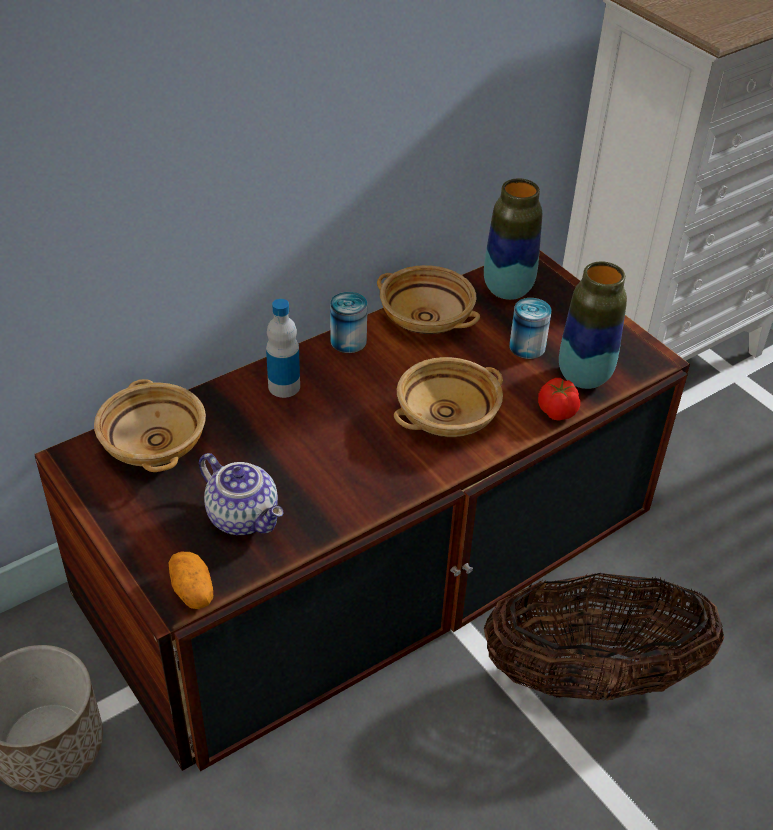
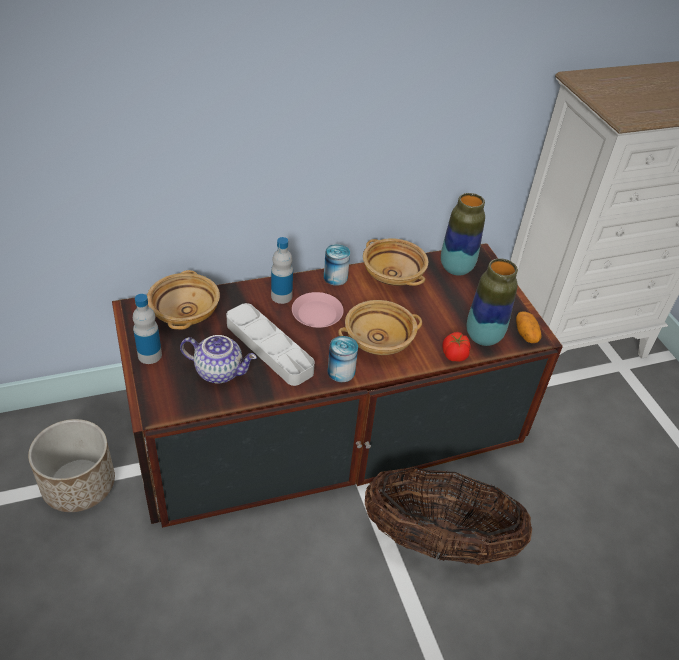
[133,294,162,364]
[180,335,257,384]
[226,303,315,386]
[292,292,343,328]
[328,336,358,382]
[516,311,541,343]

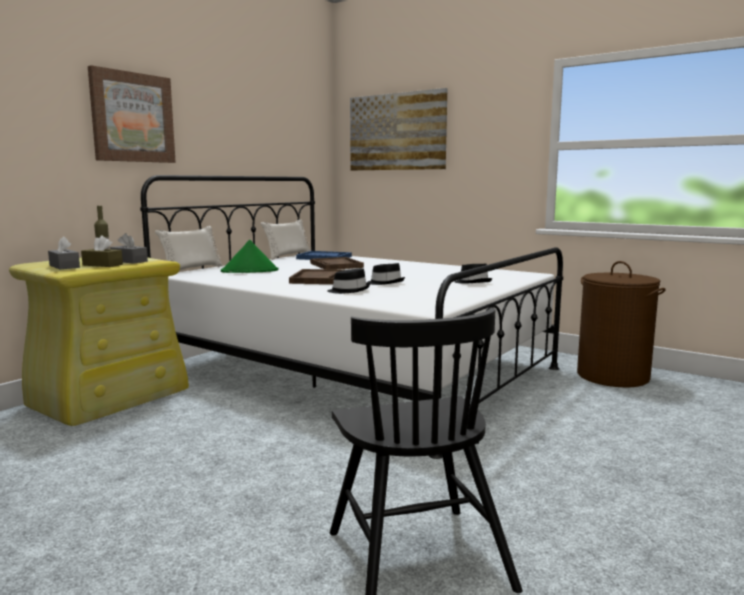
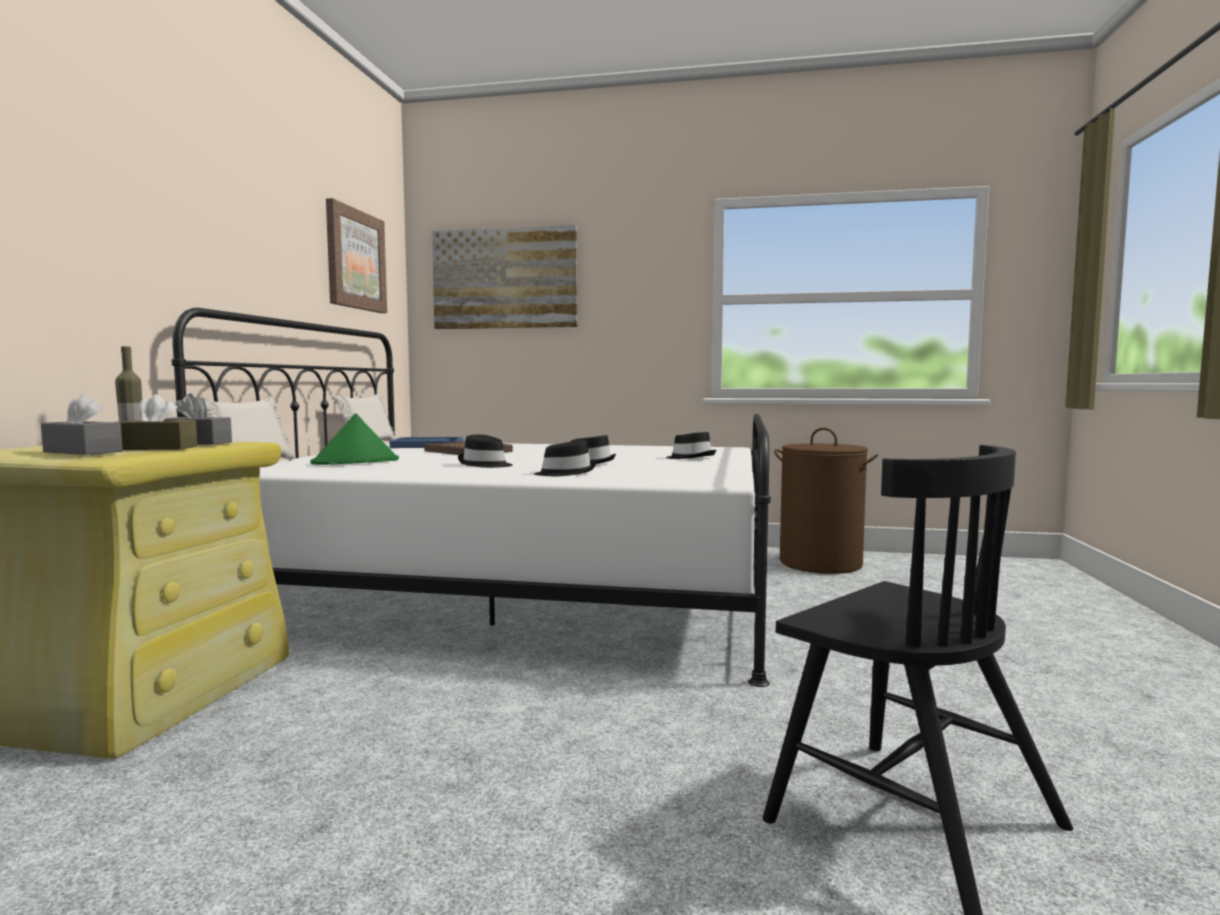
[326,198,387,313]
[458,434,513,468]

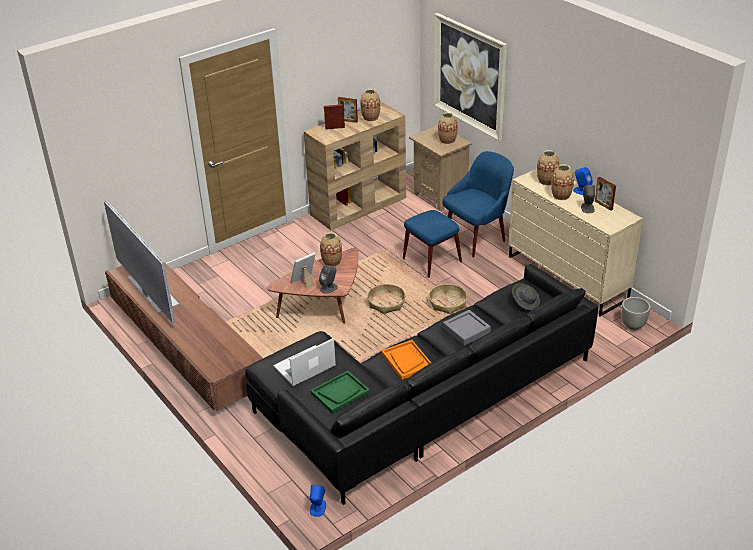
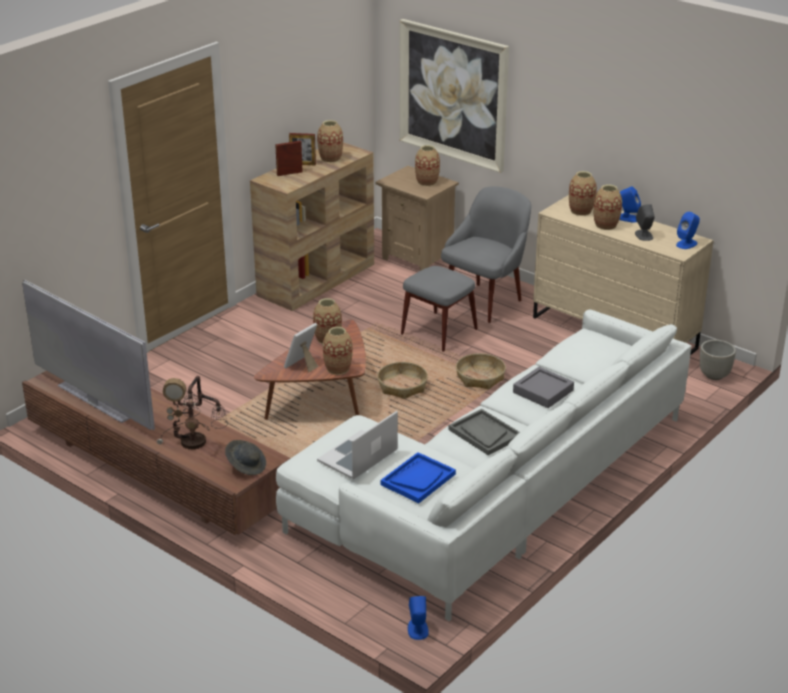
[157,376,228,450]
[225,440,266,475]
[276,310,691,621]
[323,327,353,375]
[380,452,456,503]
[401,186,531,352]
[449,409,520,455]
[676,212,700,249]
[595,177,616,211] (first image)

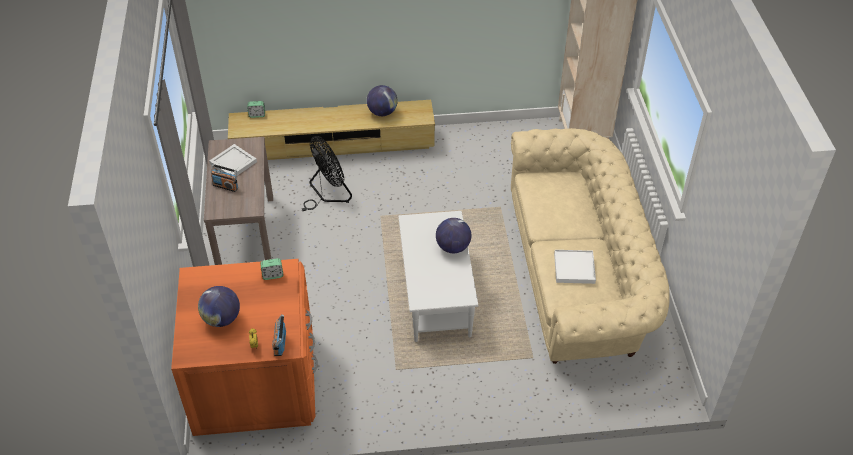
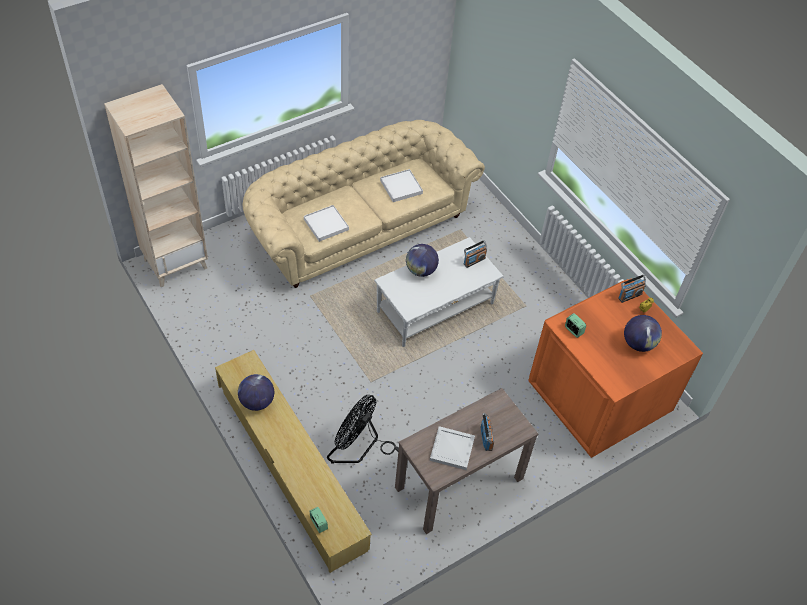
[304,205,349,242]
[464,240,487,268]

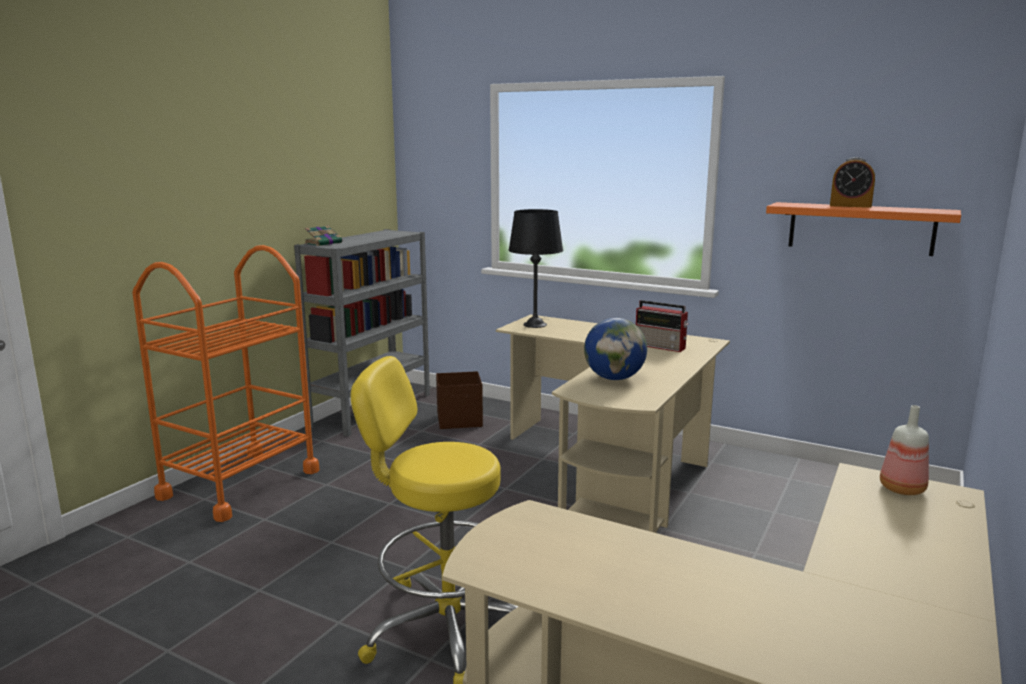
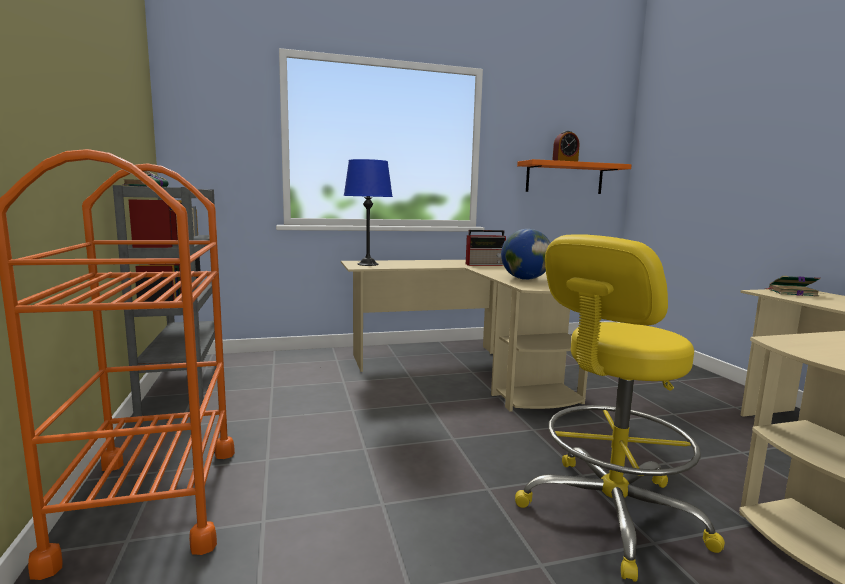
[344,159,393,266]
[764,276,821,297]
[436,371,483,429] (first image)

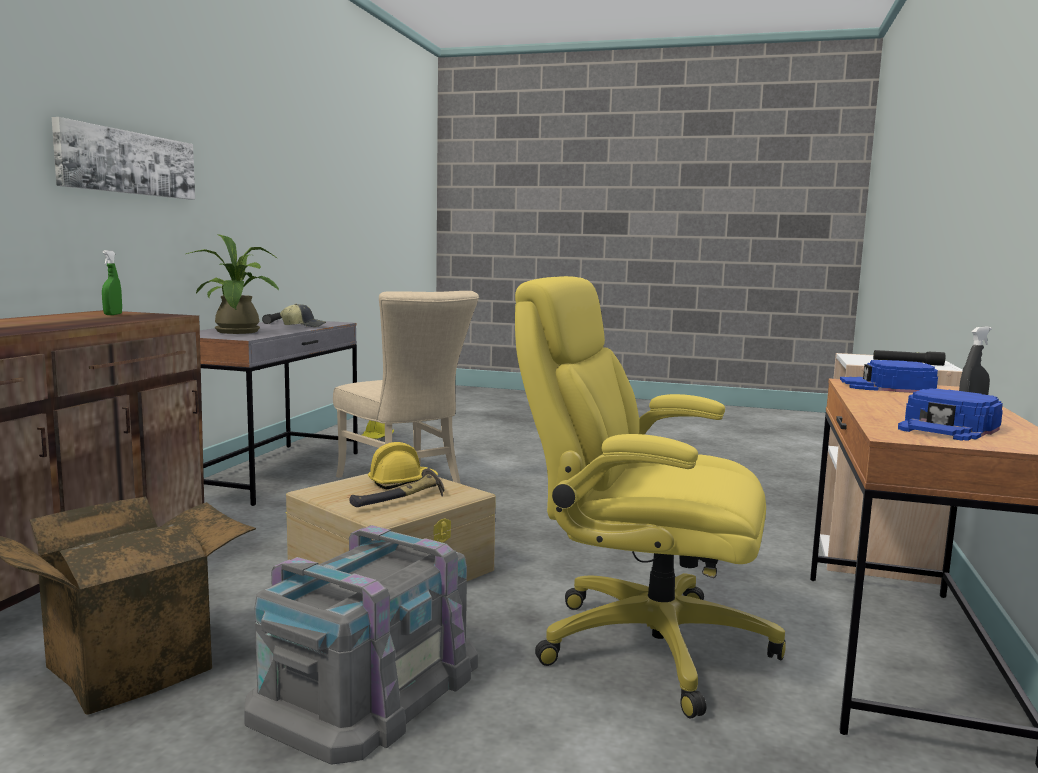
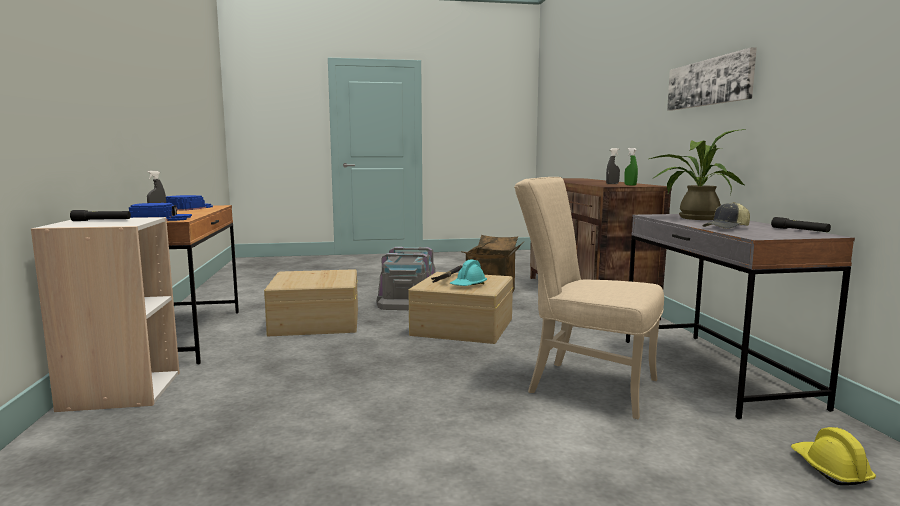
[264,269,358,336]
[450,259,487,286]
[606,148,620,184]

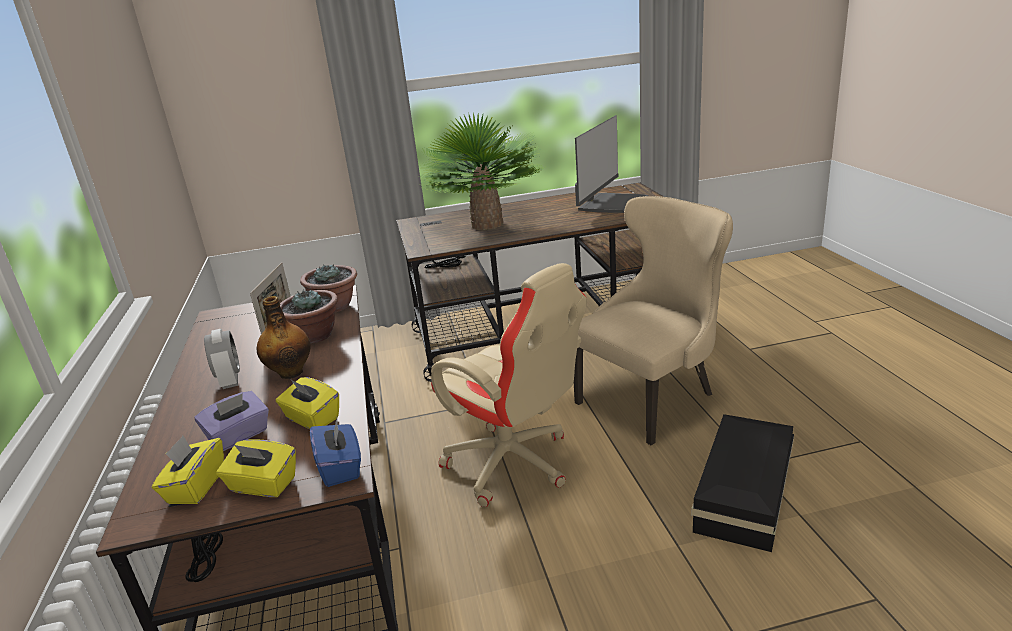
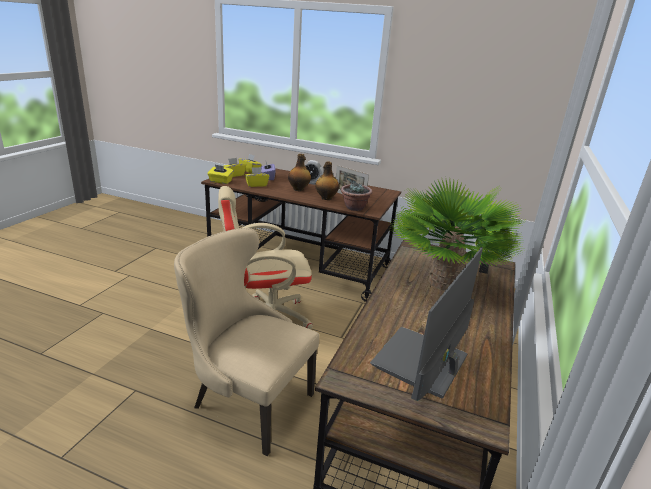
[174,228,319,456]
[207,165,234,184]
[315,161,339,200]
[370,247,483,401]
[691,414,794,552] (first image)

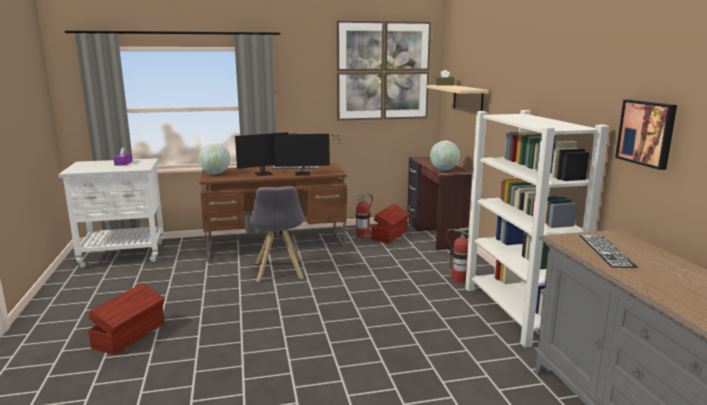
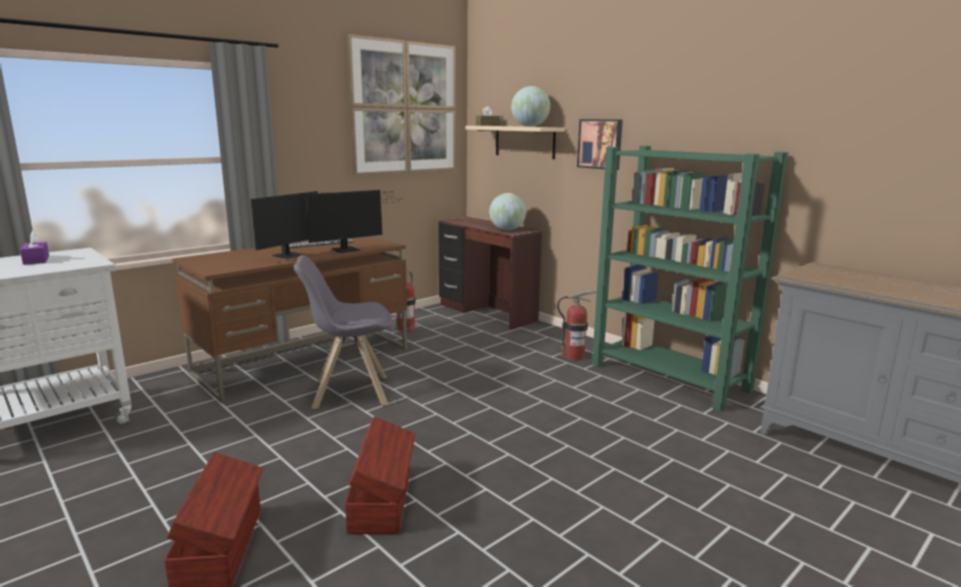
[294,255,393,410]
[345,417,416,534]
[511,86,550,127]
[577,119,623,170]
[592,146,788,412]
[579,235,638,268] (first image)

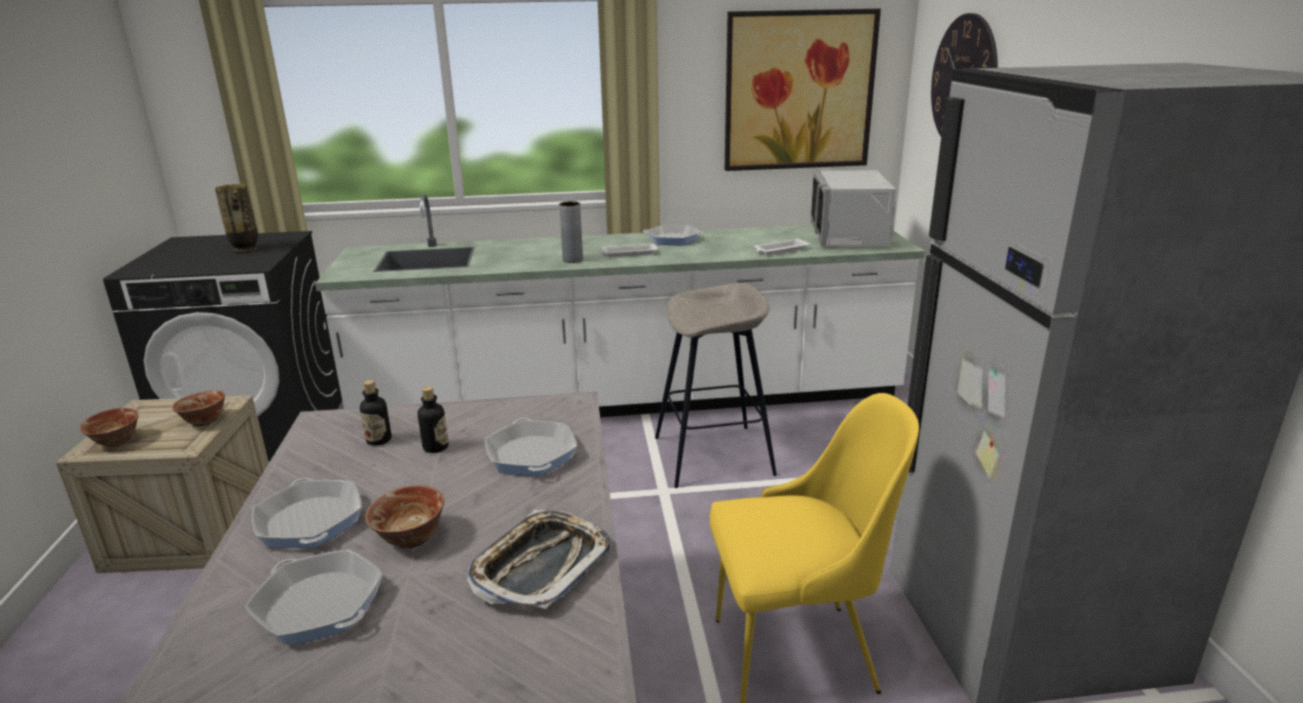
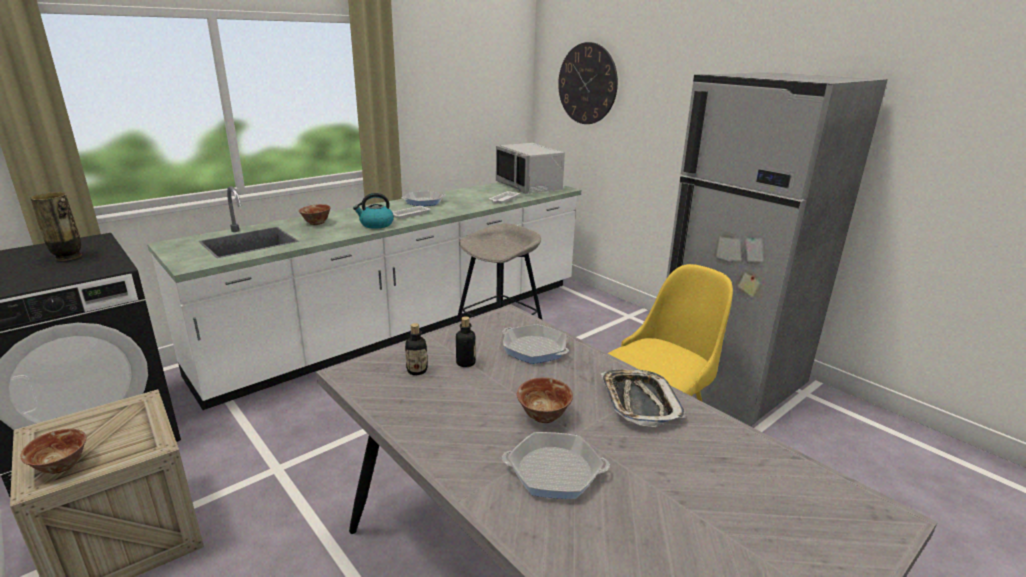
[299,204,331,225]
[353,193,394,229]
[252,478,362,548] (first image)
[725,9,881,171] (first image)

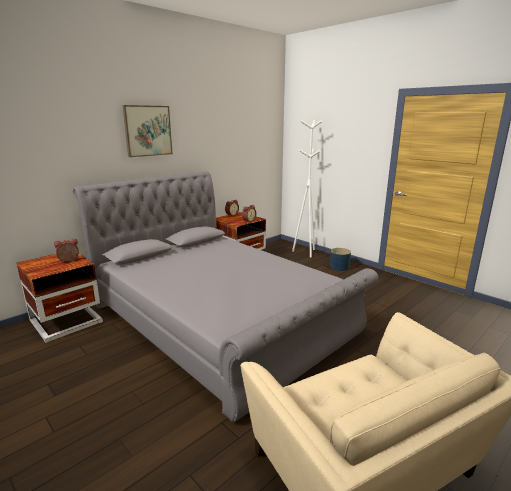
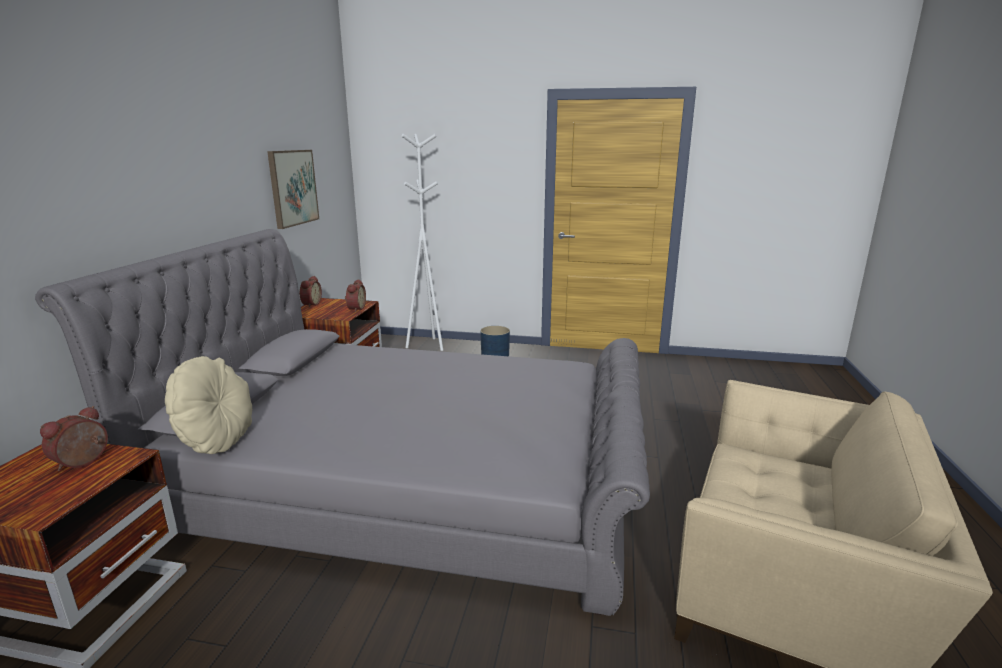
[165,356,252,454]
[267,150,319,229]

